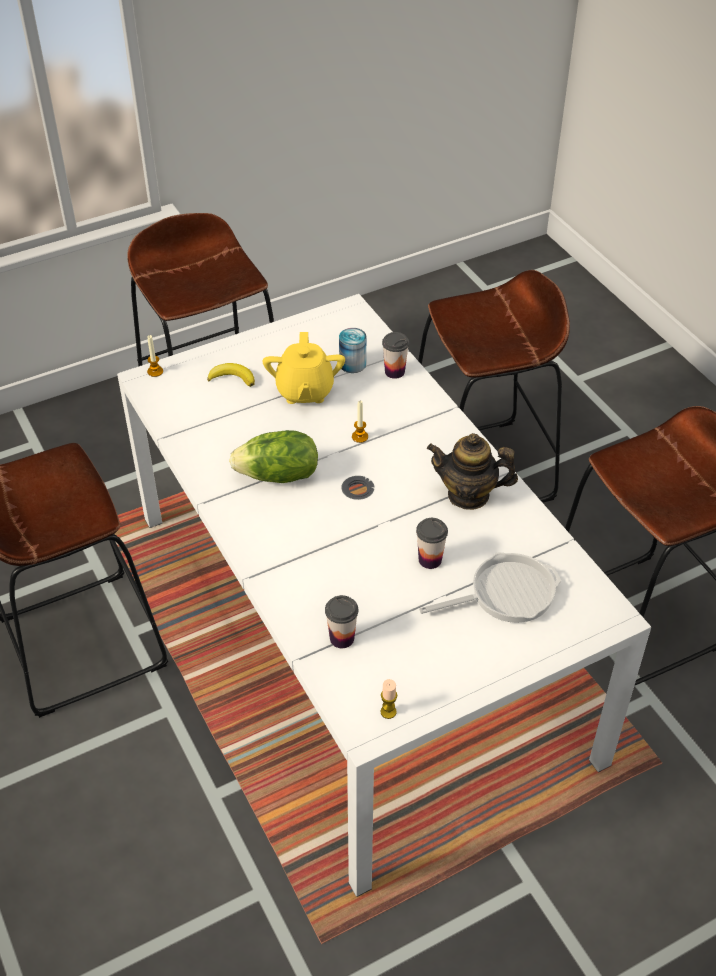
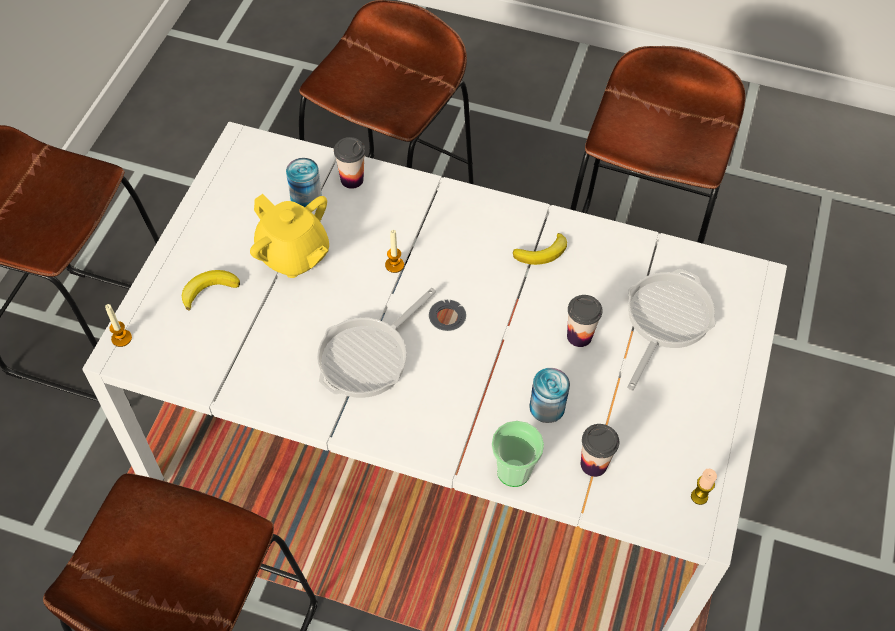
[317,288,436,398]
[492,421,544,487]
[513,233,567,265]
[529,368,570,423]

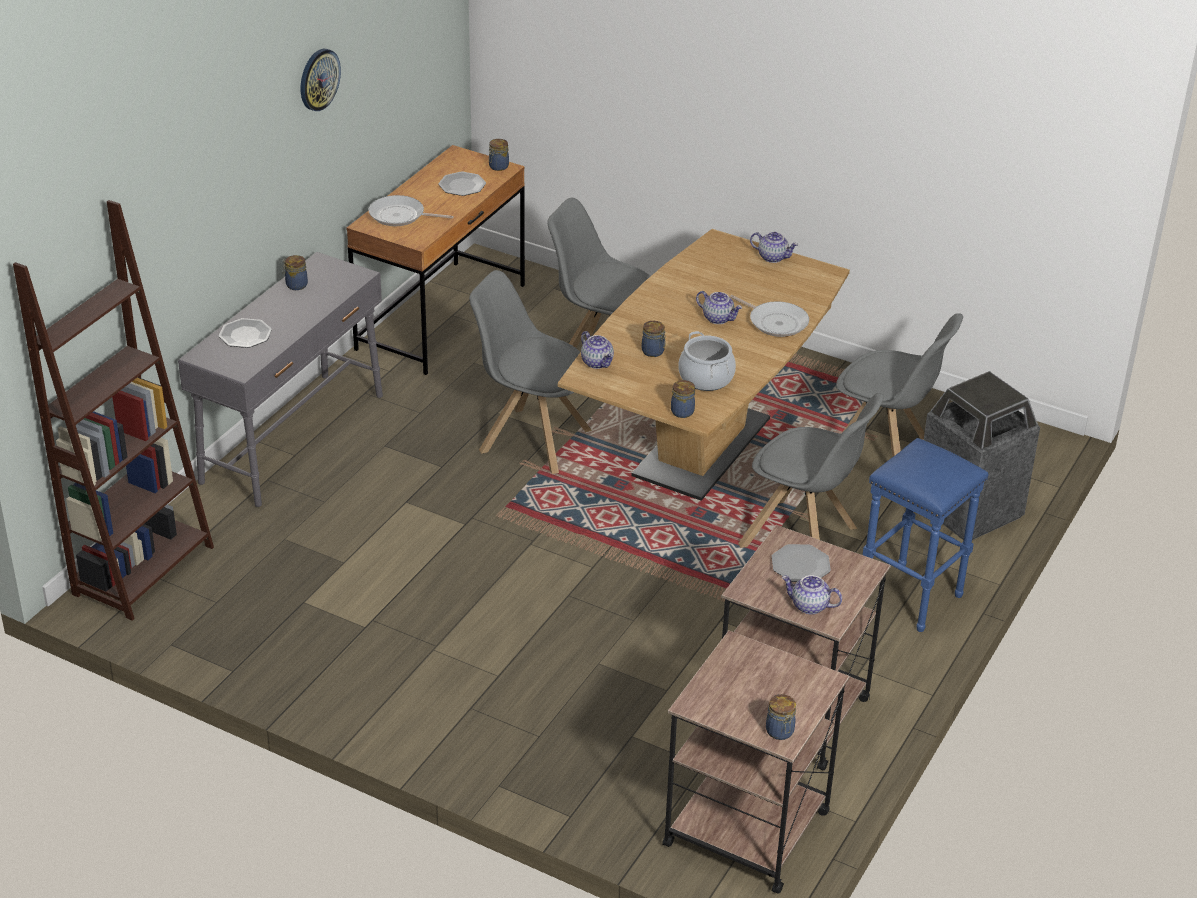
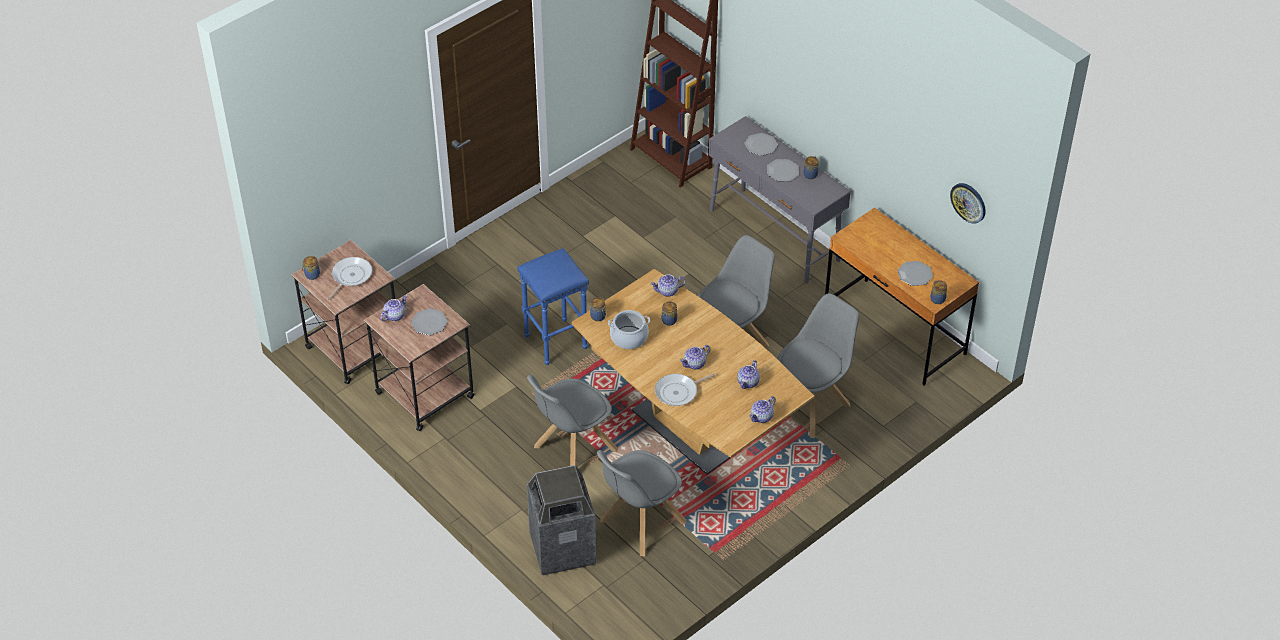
[327,257,372,300]
[517,248,589,365]
[737,360,760,389]
[767,159,799,181]
[950,183,986,223]

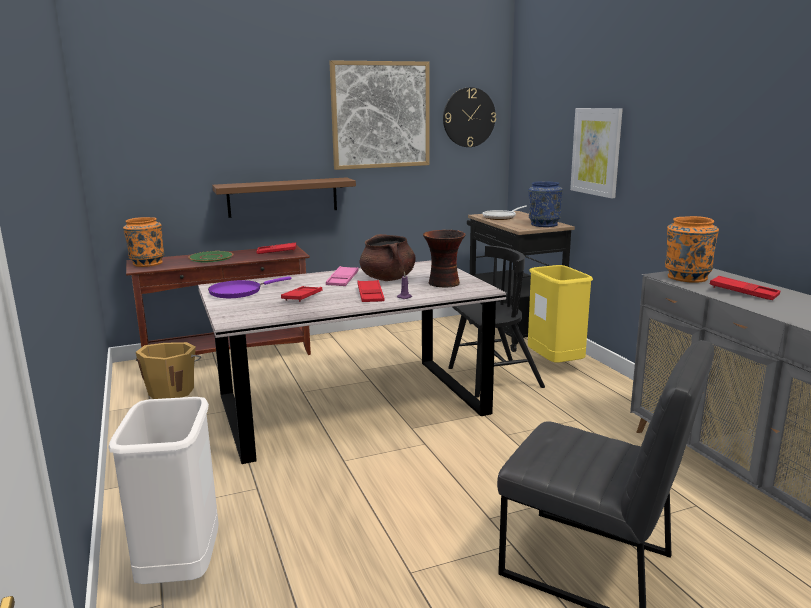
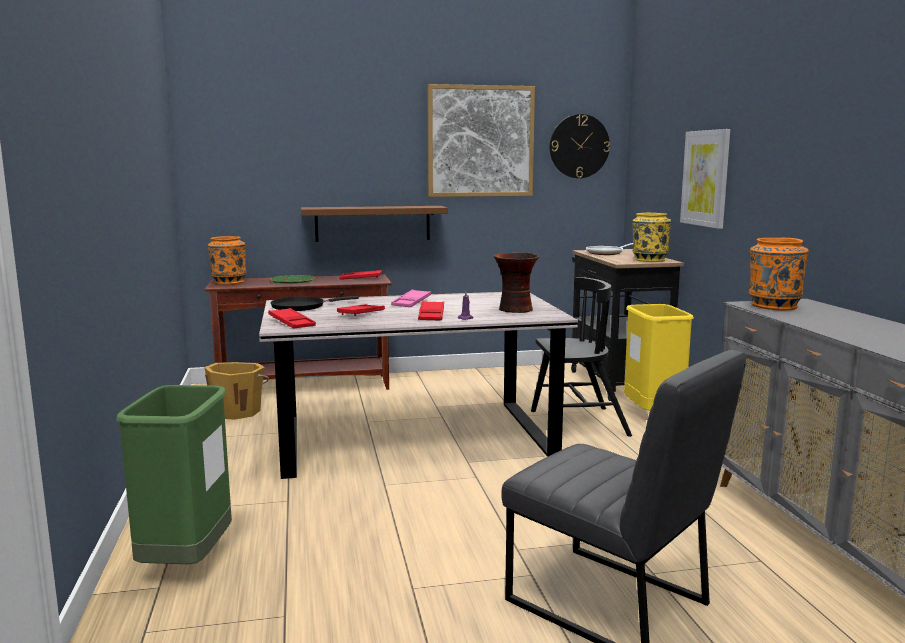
[116,385,232,564]
[268,308,316,328]
[271,296,359,311]
[632,213,671,262]
[360,234,416,281] (first image)

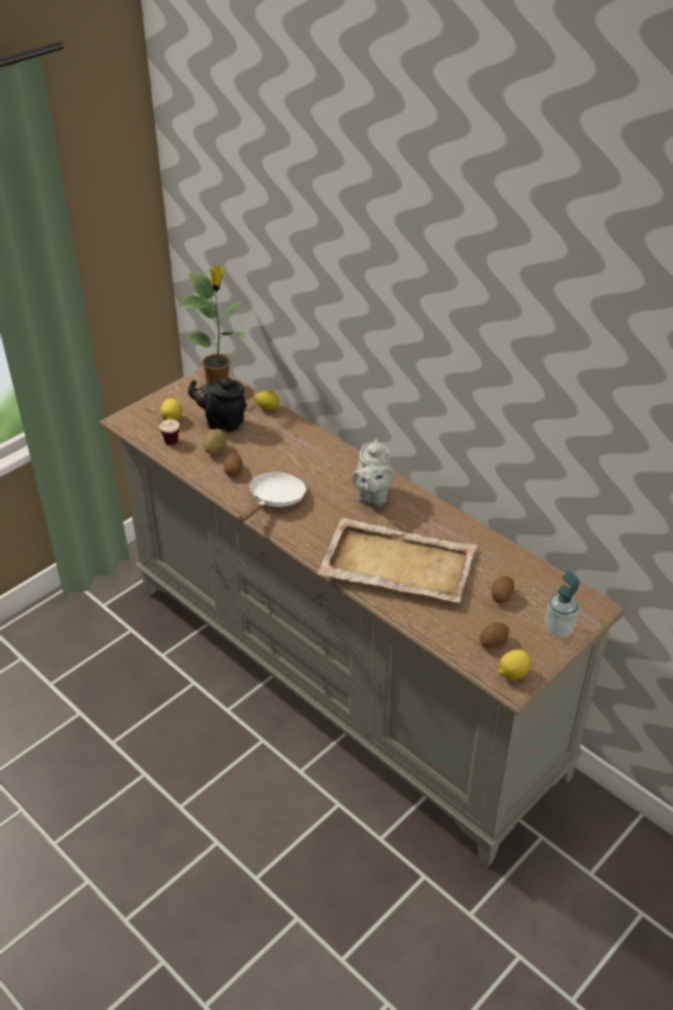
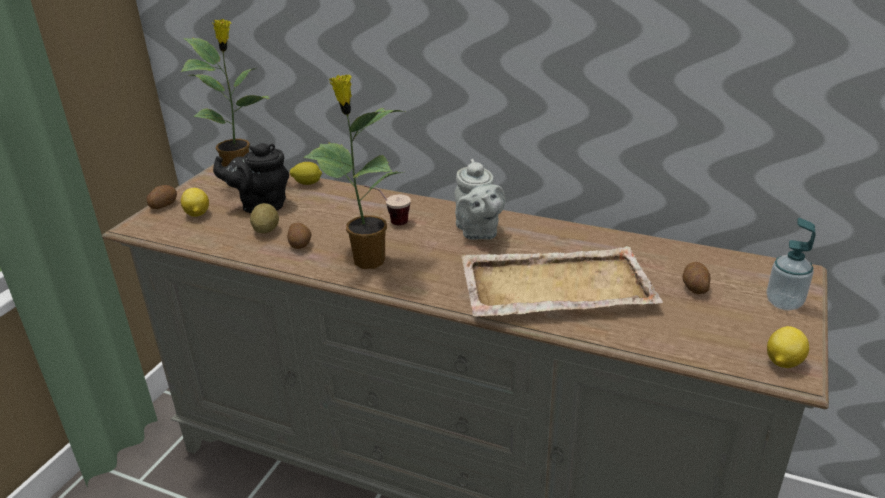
[147,185,177,209]
[303,75,406,269]
[364,185,411,225]

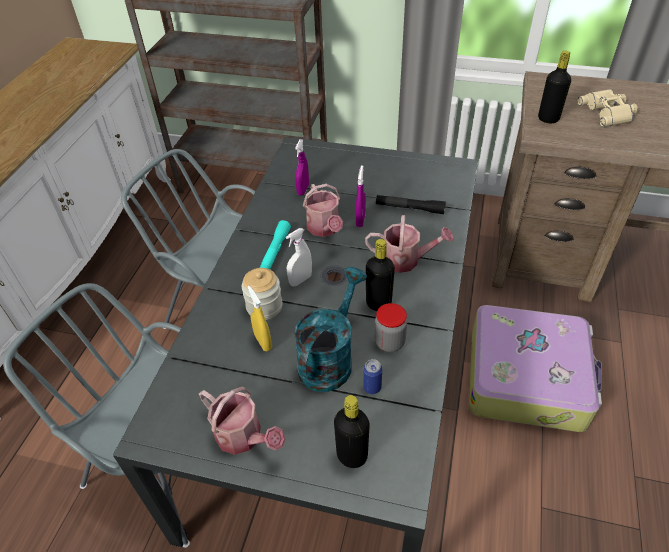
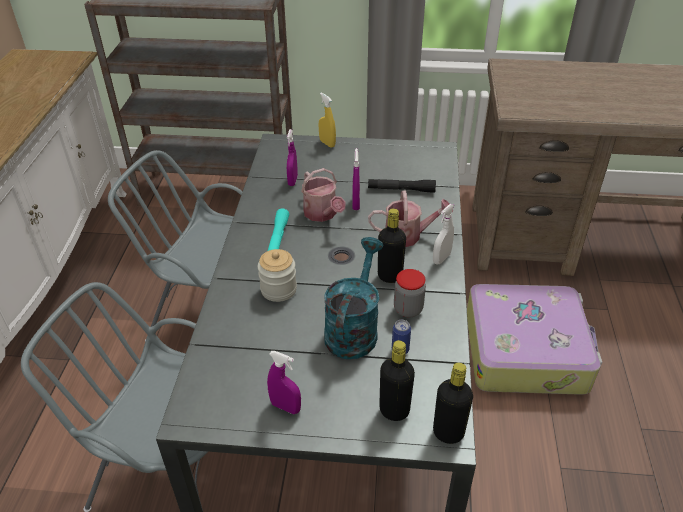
[267,351,301,414]
[319,93,336,148]
[433,204,454,265]
[433,362,473,444]
[577,89,638,127] (first image)

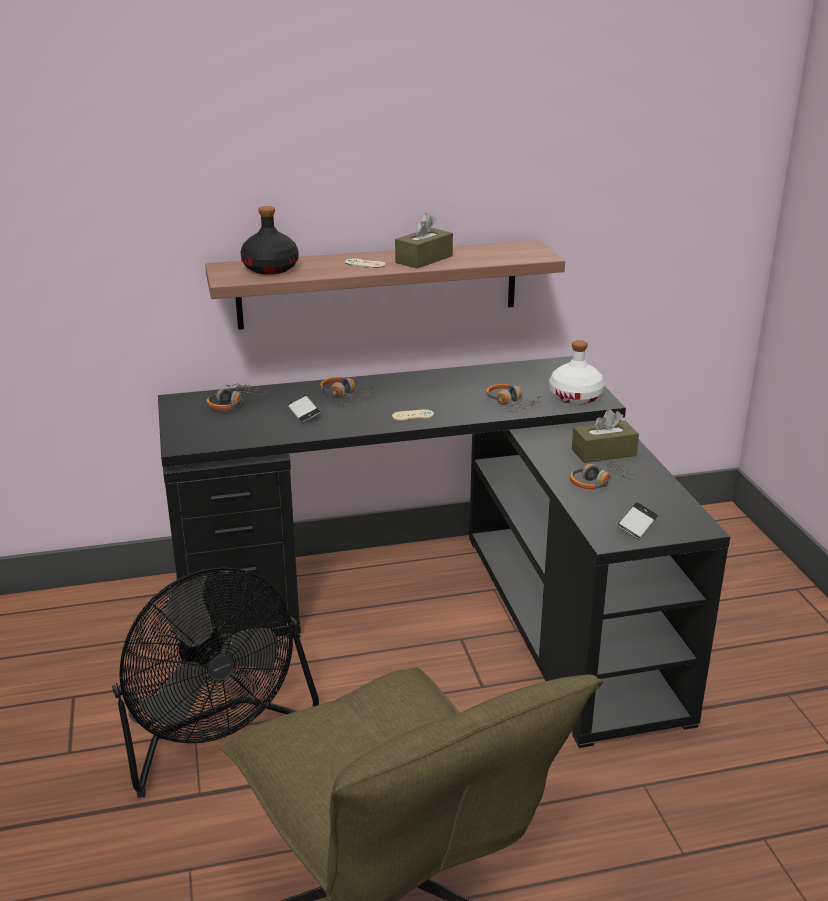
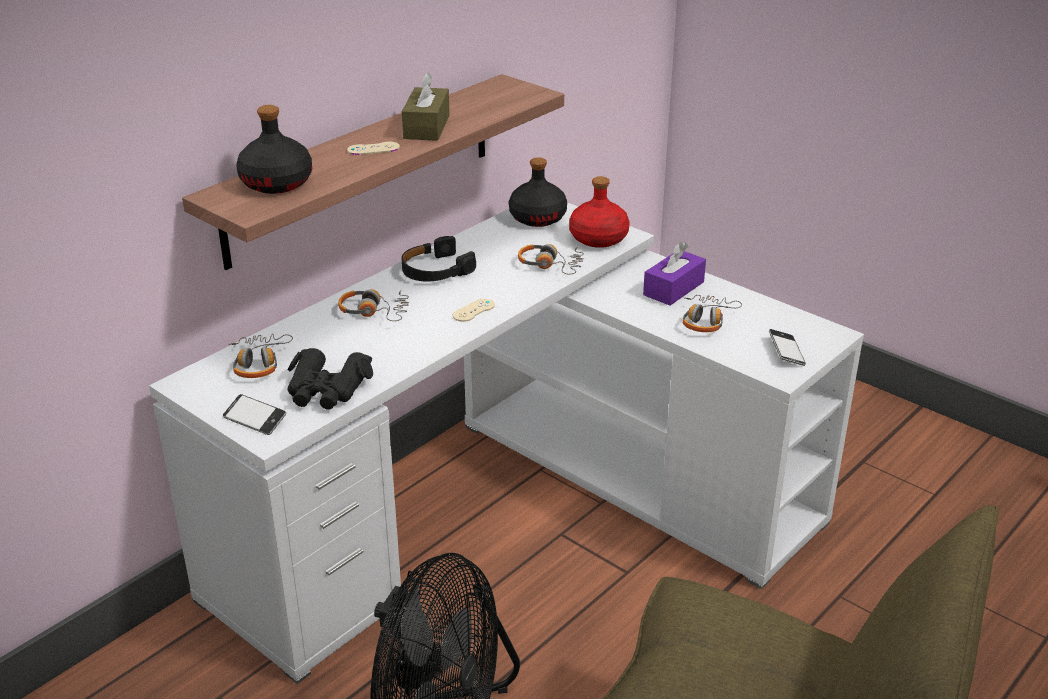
[149,202,864,684]
[223,394,286,435]
[288,348,373,409]
[402,236,476,281]
[509,157,567,227]
[569,176,629,248]
[643,242,706,305]

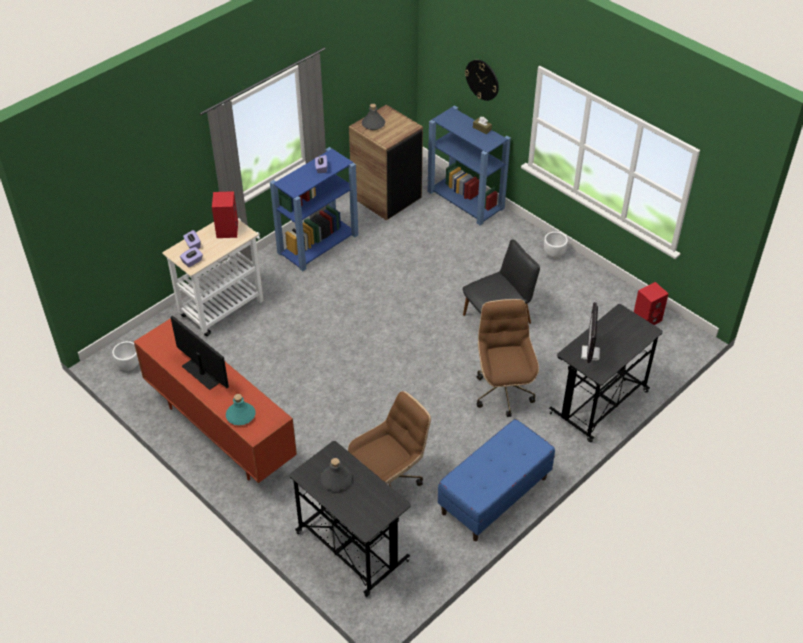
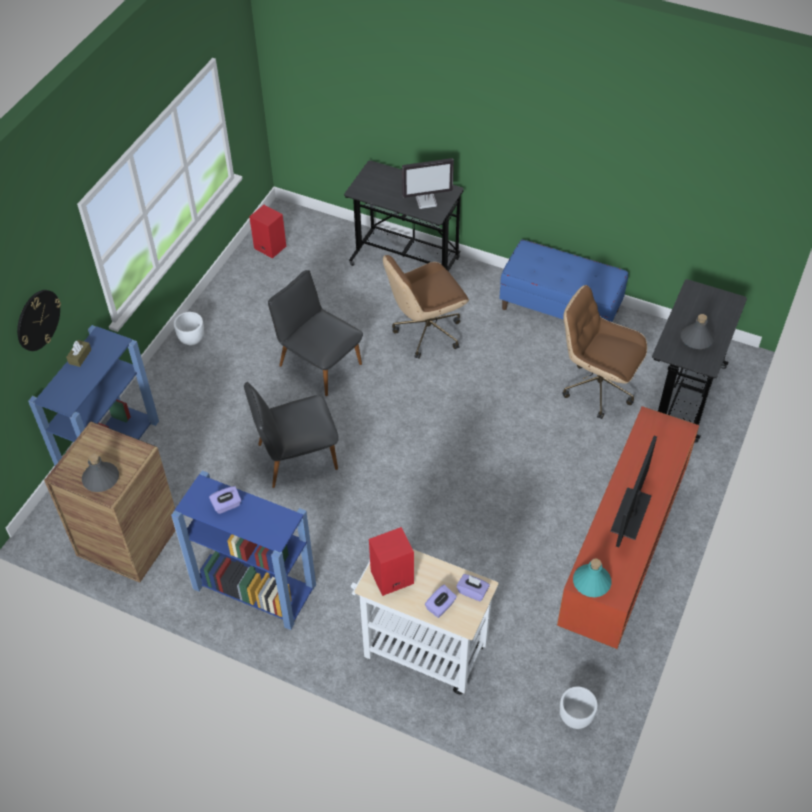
[244,382,339,488]
[573,558,611,597]

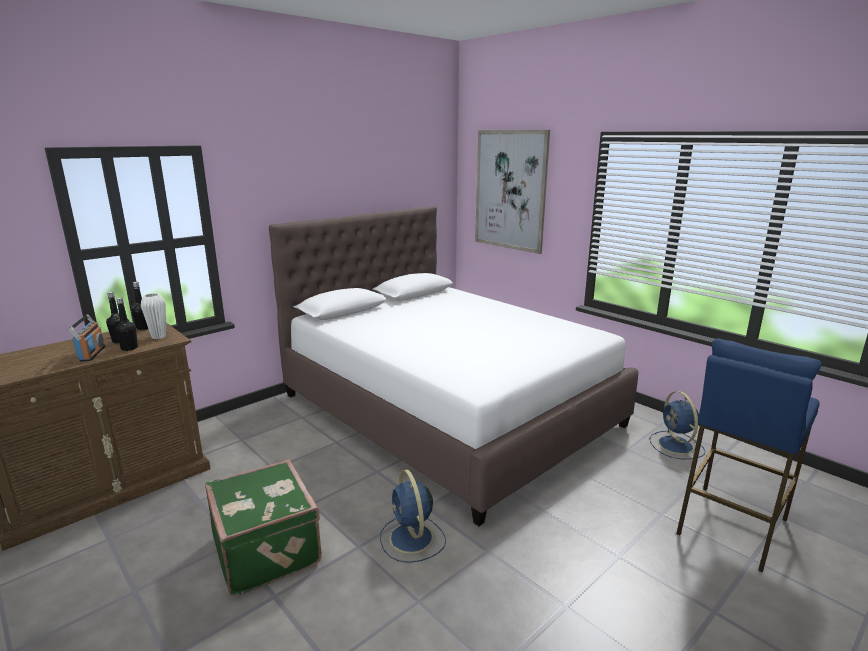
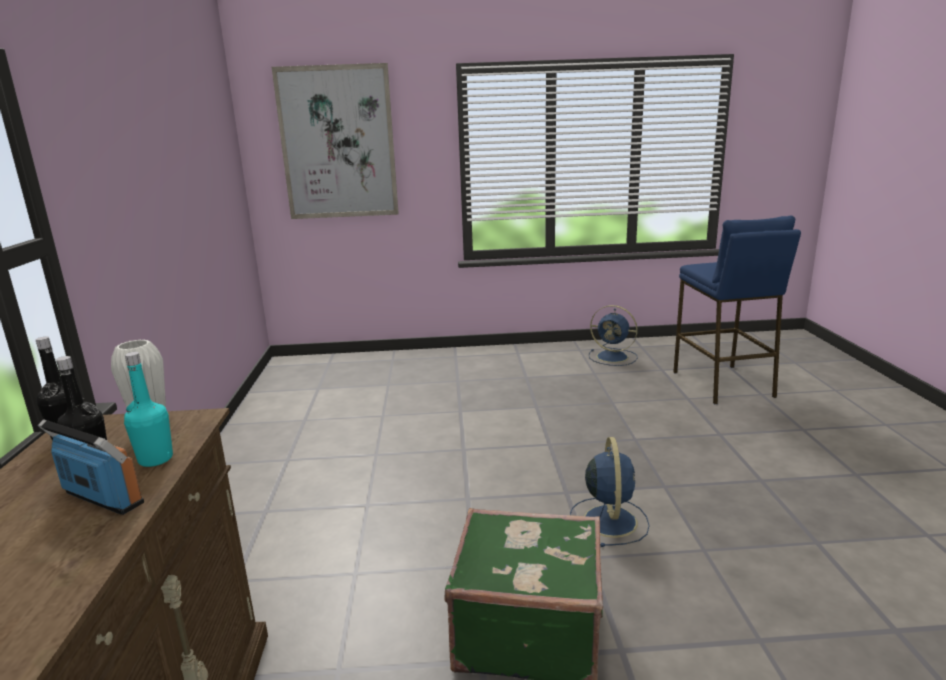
[124,352,173,467]
[570,437,650,547]
[269,206,639,526] (first image)

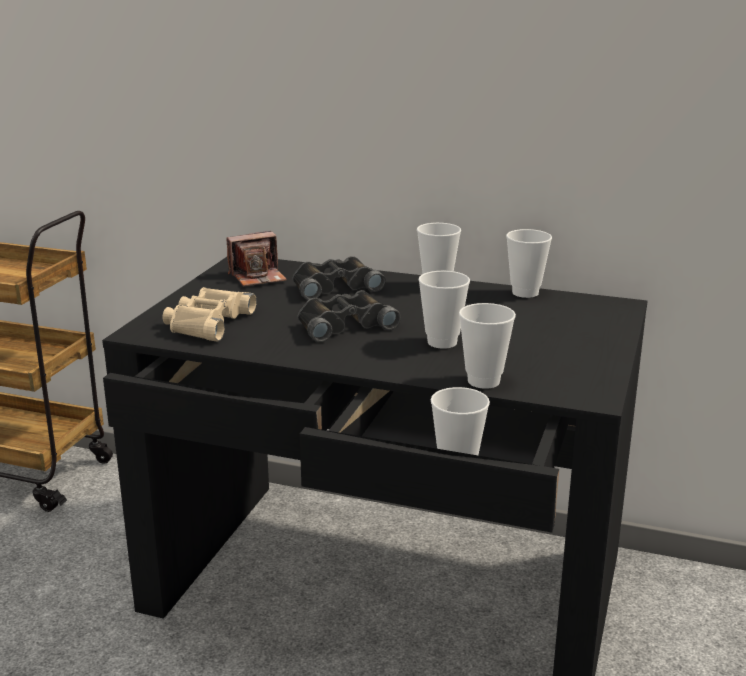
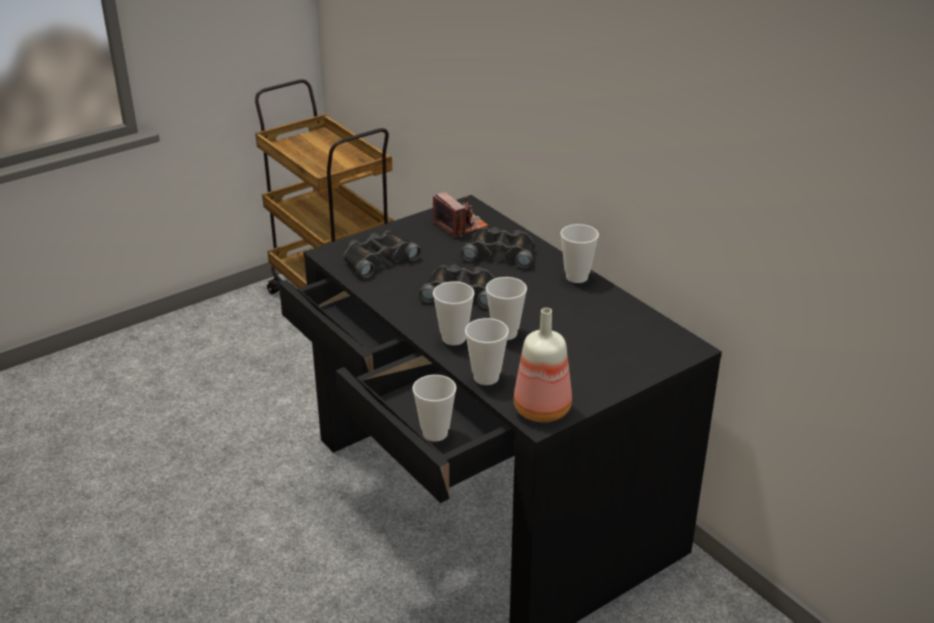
[343,230,422,279]
[433,192,488,237]
[433,282,474,345]
[514,308,572,422]

